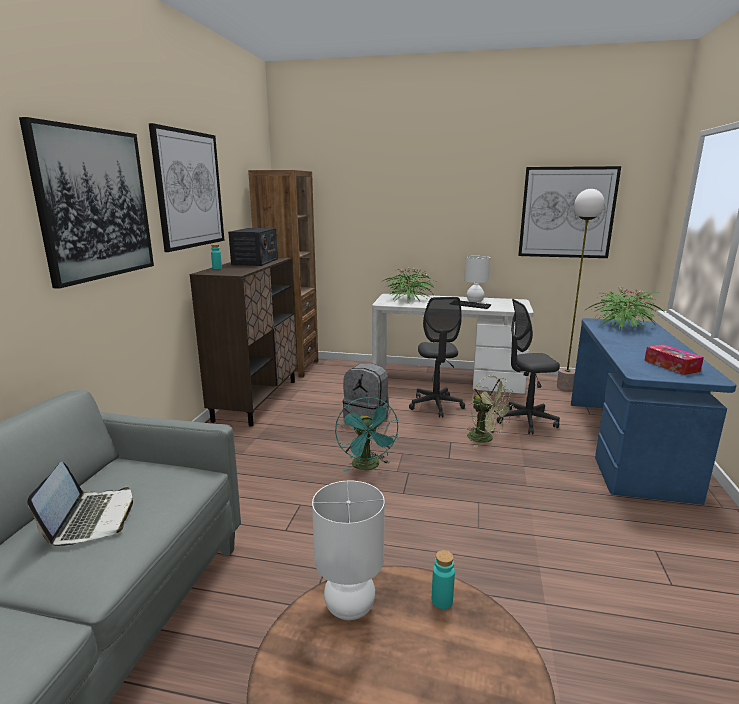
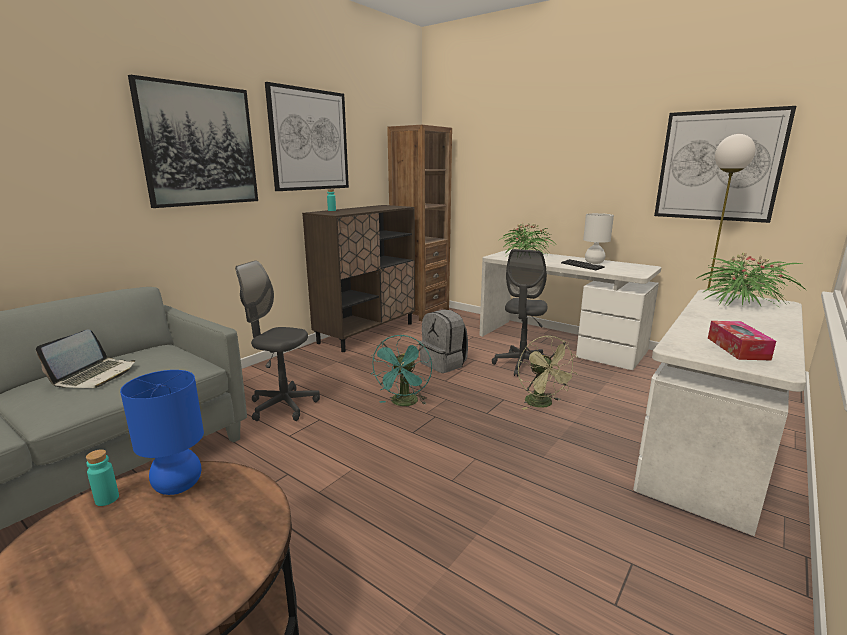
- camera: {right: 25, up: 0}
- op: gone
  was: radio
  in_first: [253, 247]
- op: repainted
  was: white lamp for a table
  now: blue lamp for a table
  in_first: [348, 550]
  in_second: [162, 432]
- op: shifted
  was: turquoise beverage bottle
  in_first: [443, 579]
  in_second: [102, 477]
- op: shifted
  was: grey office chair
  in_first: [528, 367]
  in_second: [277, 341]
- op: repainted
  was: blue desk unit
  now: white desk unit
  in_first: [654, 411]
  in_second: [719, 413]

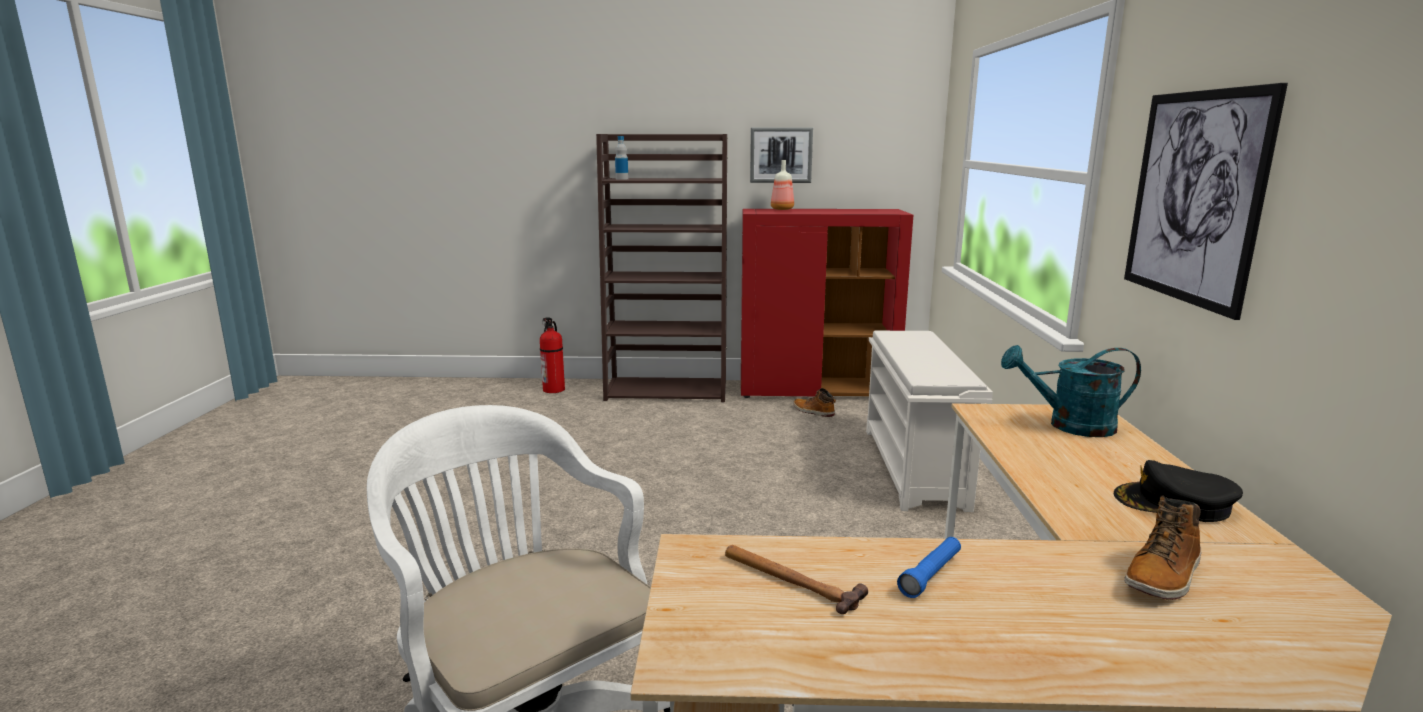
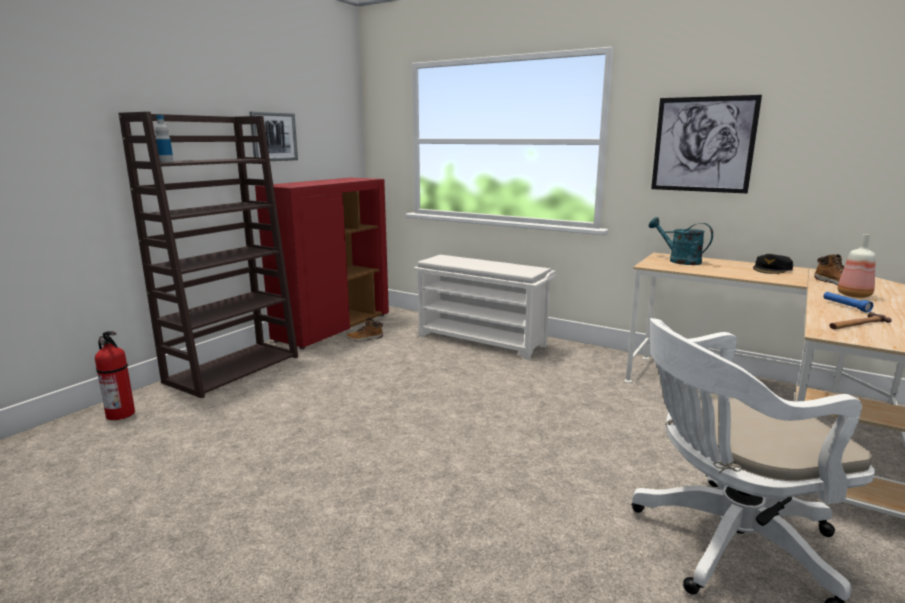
- camera: {right: -60, up: 0}
- op: shifted
  was: beverage bottle
  in_first: [782, 185]
  in_second: [856, 266]
- op: rotated
  was: turquoise watering can
  in_first: [1071, 391]
  in_second: [681, 241]
  clockwise: 105

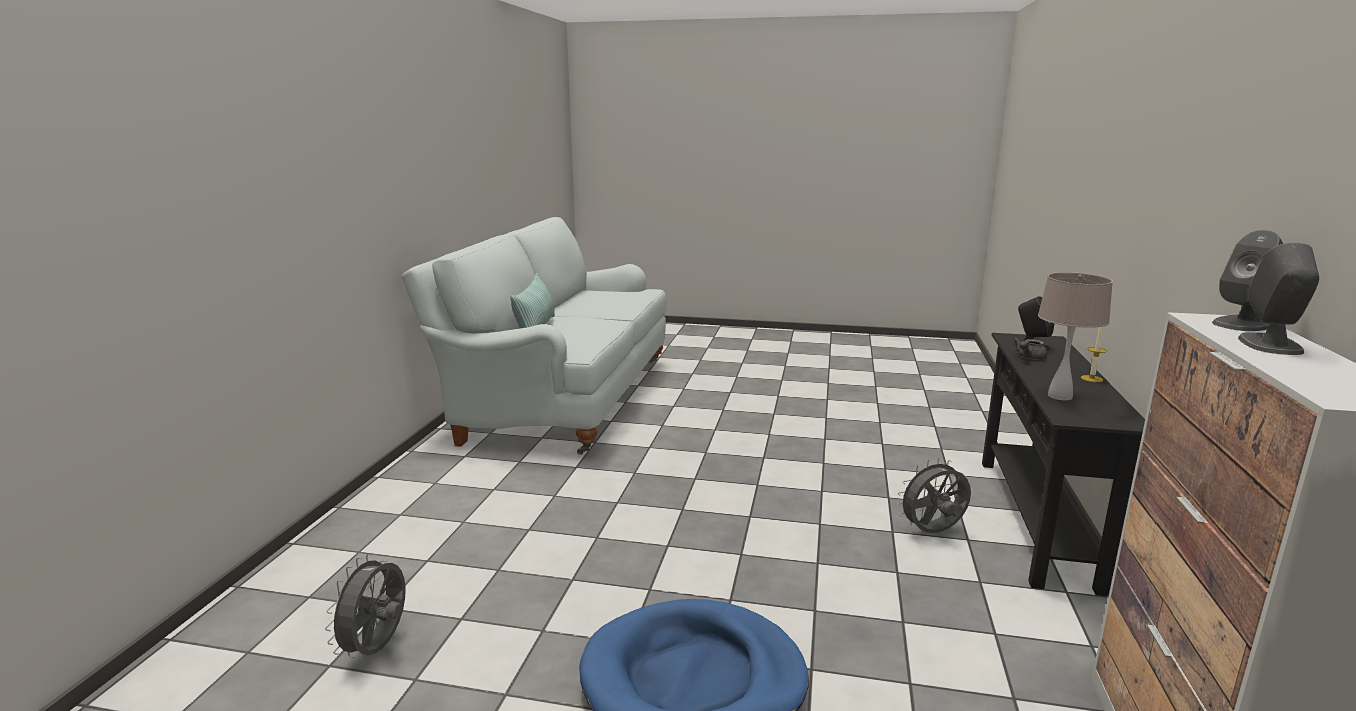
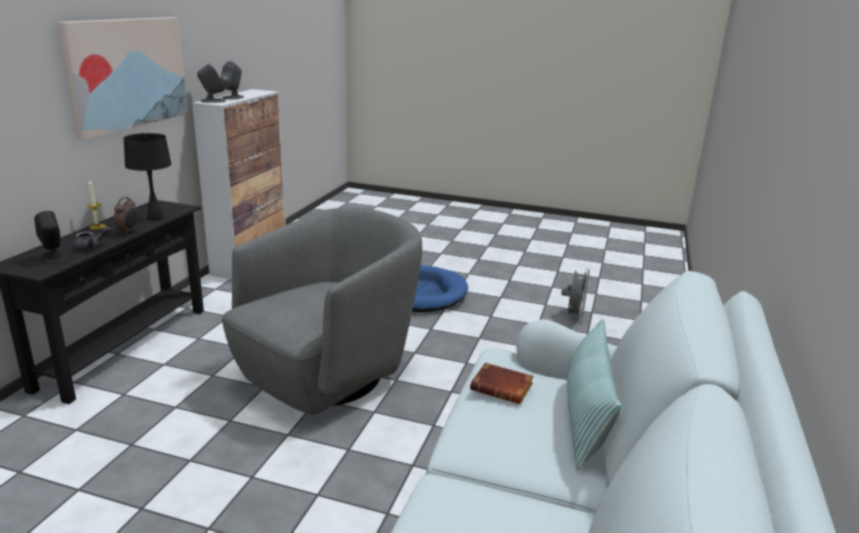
- camera: {right: -175, up: 5}
- op: gone
  was: grey cooling fan
  in_first: [934, 495]
- op: repainted
  was: beige-coloured lamp for a table
  now: black-coloured lamp for a table
  in_first: [1075, 336]
  in_second: [147, 177]
- op: new
  now: wall art
  in_second: [122, 78]
- op: new
  now: alarm clock
  in_second: [126, 216]
- op: new
  now: grey easy chair
  in_second: [321, 311]
- op: new
  now: brown volume
  in_second: [502, 383]

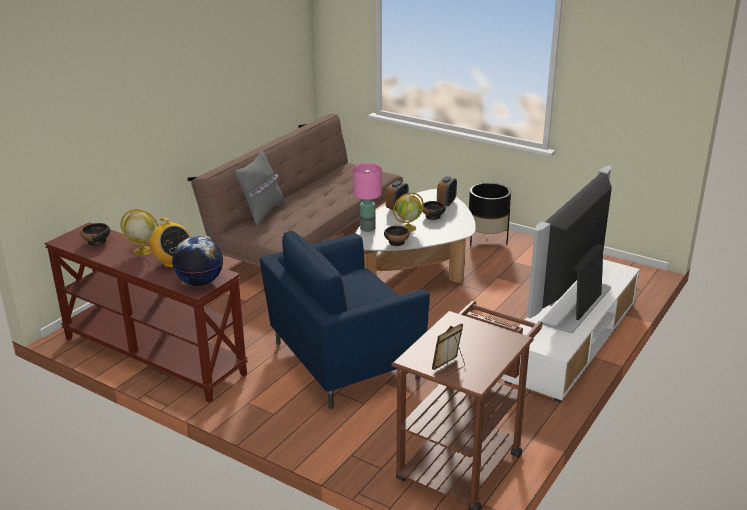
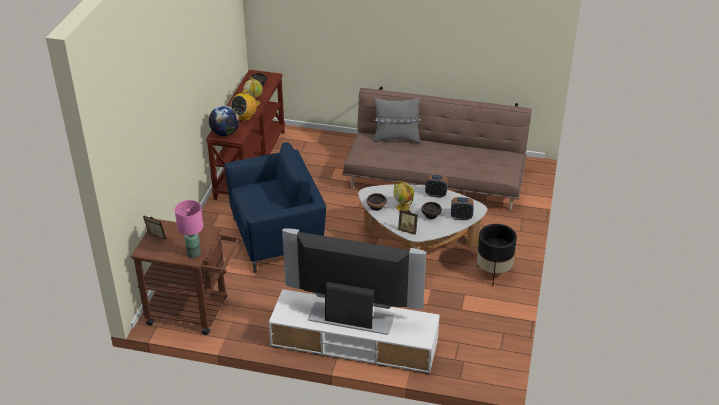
- camera: {right: 70, up: 10}
- op: rotated
  was: blue easy chair
  in_first: [345, 320]
  in_second: [275, 207]
  clockwise: 120
- op: shifted
  was: pink-coloured lamp for a table
  in_first: [367, 197]
  in_second: [189, 229]
- op: new
  now: standing frame
  in_second: [408, 222]

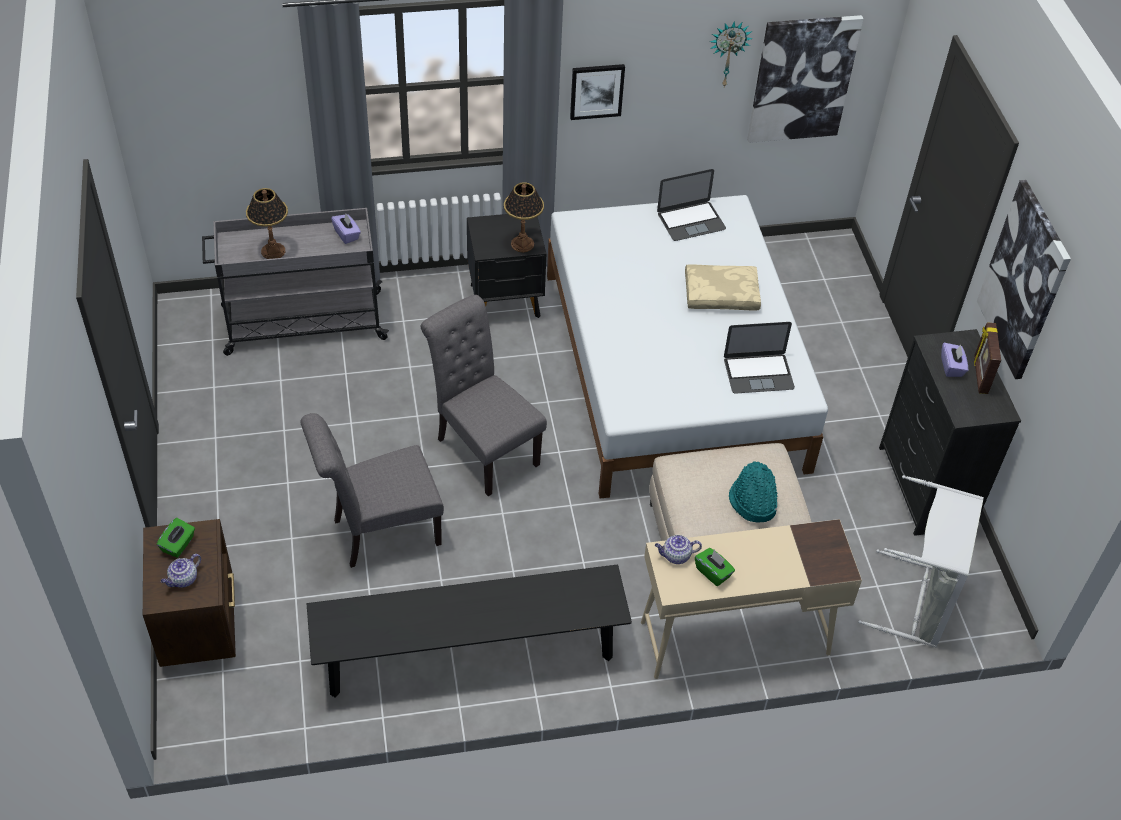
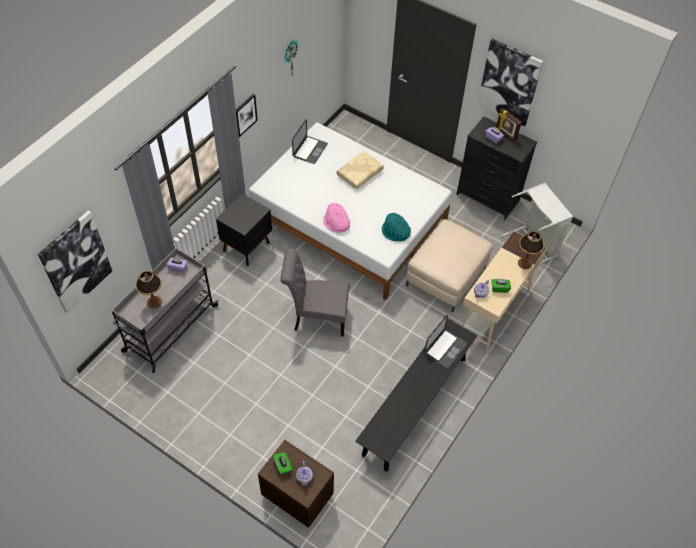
- camera: {right: -45, up: 5}
- op: gone
  was: grey upright chair
  in_first: [372, 490]
- op: shifted
  was: lamp for a table
  in_first: [524, 217]
  in_second: [531, 250]
- op: shifted
  was: laptop
  in_first: [759, 358]
  in_second: [445, 341]
- op: shifted
  was: turquoise wearable hat
  in_first: [753, 492]
  in_second: [396, 227]
- op: shifted
  was: wall art
  in_first: [805, 79]
  in_second: [75, 261]
- op: new
  now: pink-coloured wearable hat
  in_second: [336, 218]

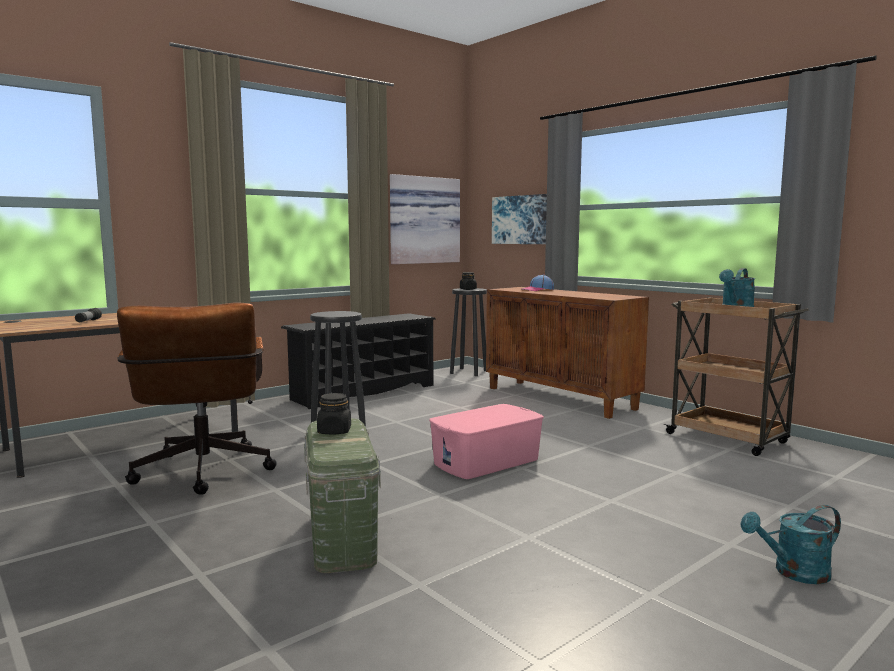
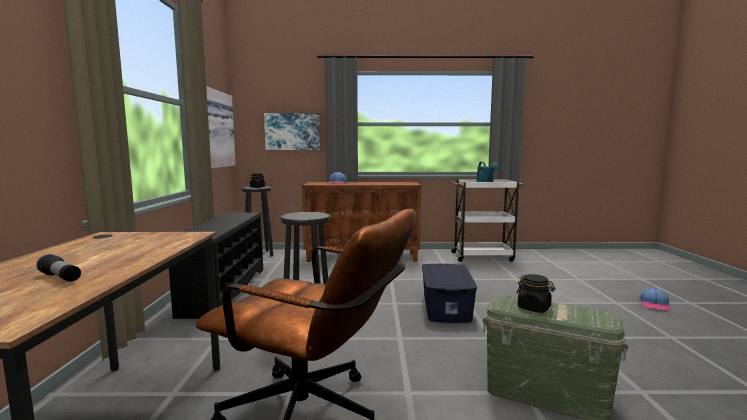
- camera: {right: -50, up: 0}
- op: repainted
  was: pink-coloured storage box
  now: blue storage box
  in_first: [486, 441]
  in_second: [449, 293]
- op: repainted
  was: brown trolley
  now: white trolley
  in_first: [736, 376]
  in_second: [487, 220]
- op: swapped
  was: turquoise watering can
  now: baseball cap
  in_first: [790, 544]
  in_second: [654, 299]

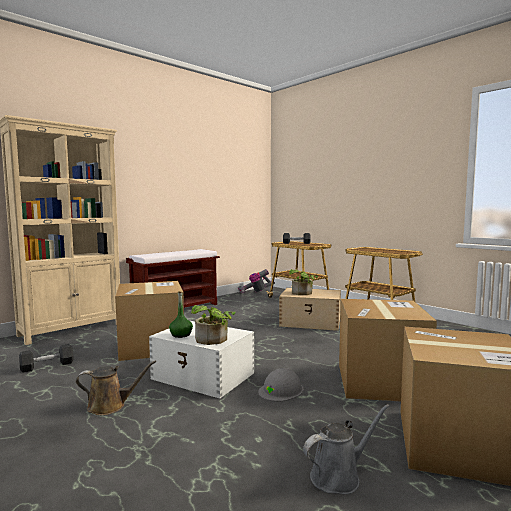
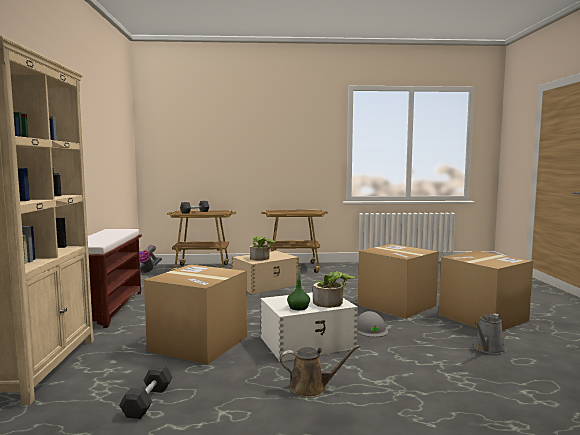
- camera: {right: -50, up: 0}
- op: rotated
  was: brown watering can
  in_first: [116, 387]
  in_second: [320, 371]
  clockwise: 60
- op: rotated
  was: grey watering can
  in_first: [346, 449]
  in_second: [490, 333]
  clockwise: -150

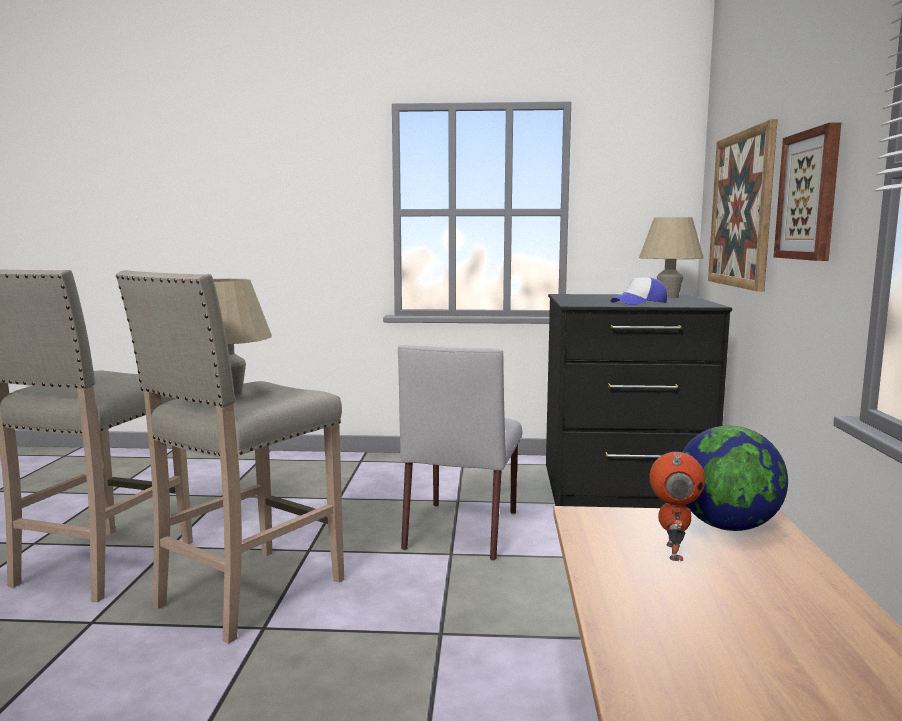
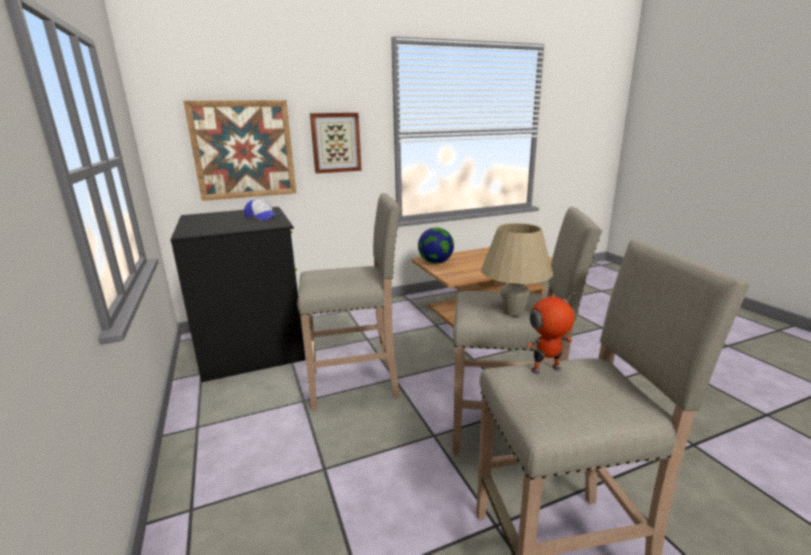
- camera: {right: -115, up: 10}
- op: swapped
  was: grey upright chair
  now: beige-coloured sitting stool
  in_first: [460, 453]
  in_second: [349, 302]
- op: gone
  was: beige-coloured lamp for a table
  in_first: [671, 257]
- op: shifted
  was: model robot
  in_first: [677, 506]
  in_second: [552, 333]

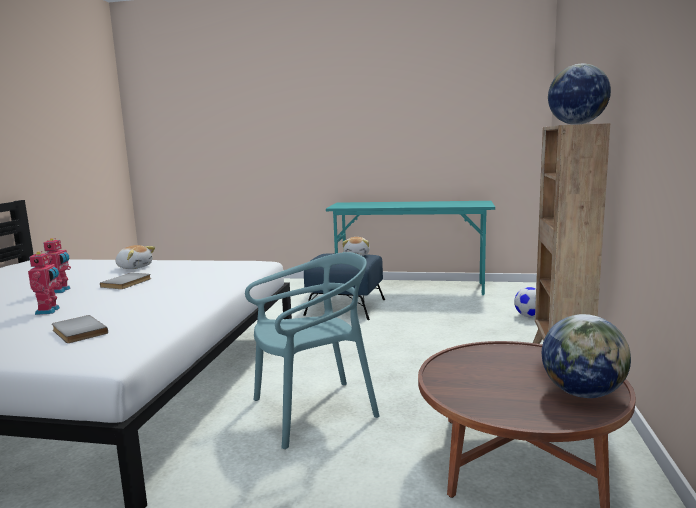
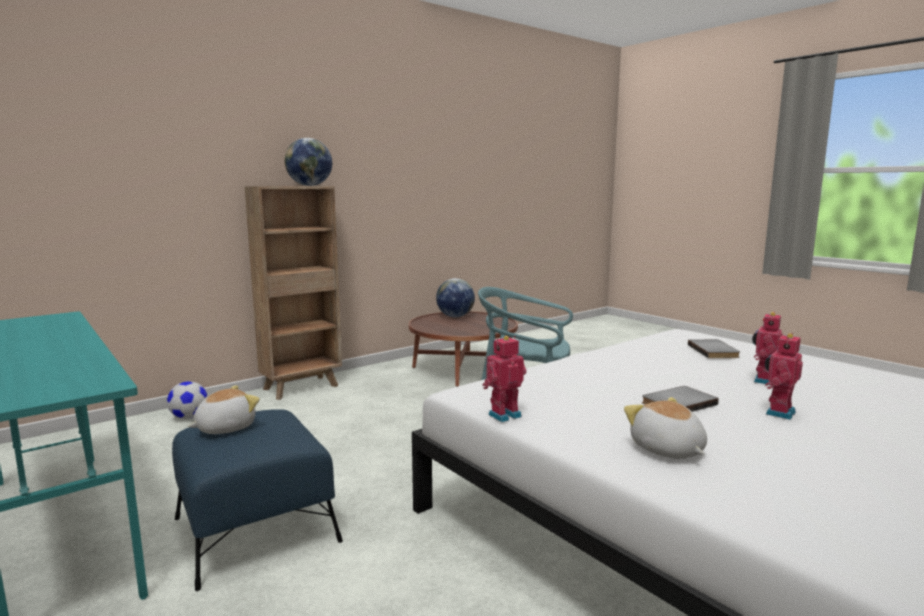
- camera: {right: -140, up: 0}
- op: new
  now: model robot
  in_second: [504, 379]

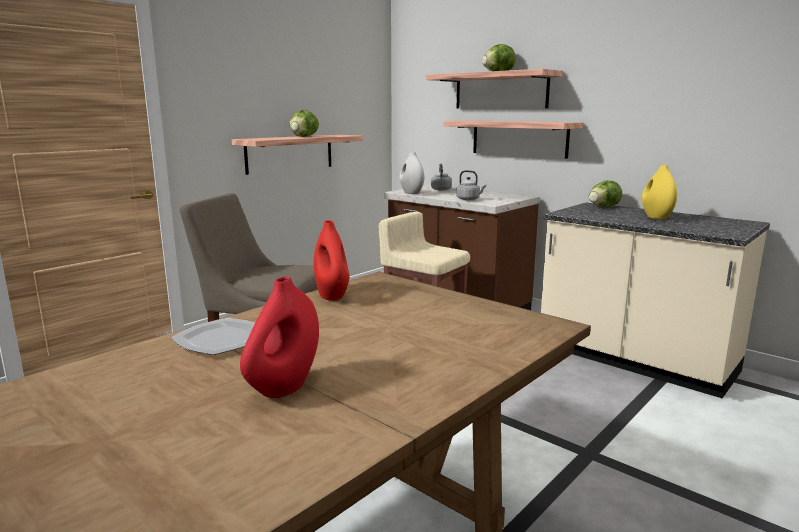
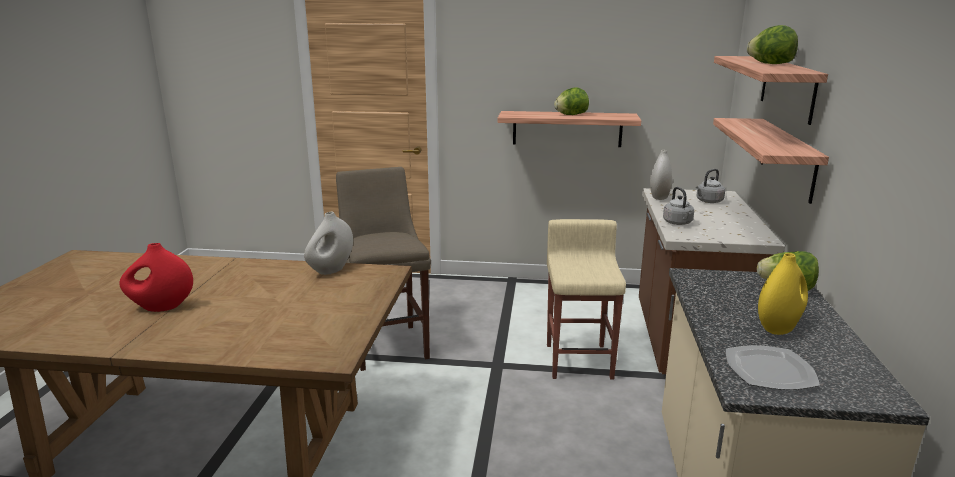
- camera: {right: 55, up: 5}
- op: shifted
  was: flat dish
  in_first: [213, 336]
  in_second: [773, 367]
- op: repainted
  was: red flower vase
  now: white flower vase
  in_first: [332, 260]
  in_second: [328, 243]

